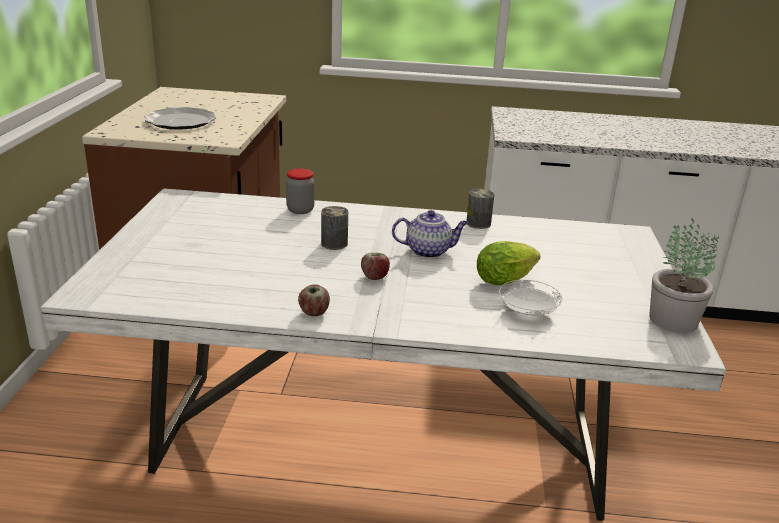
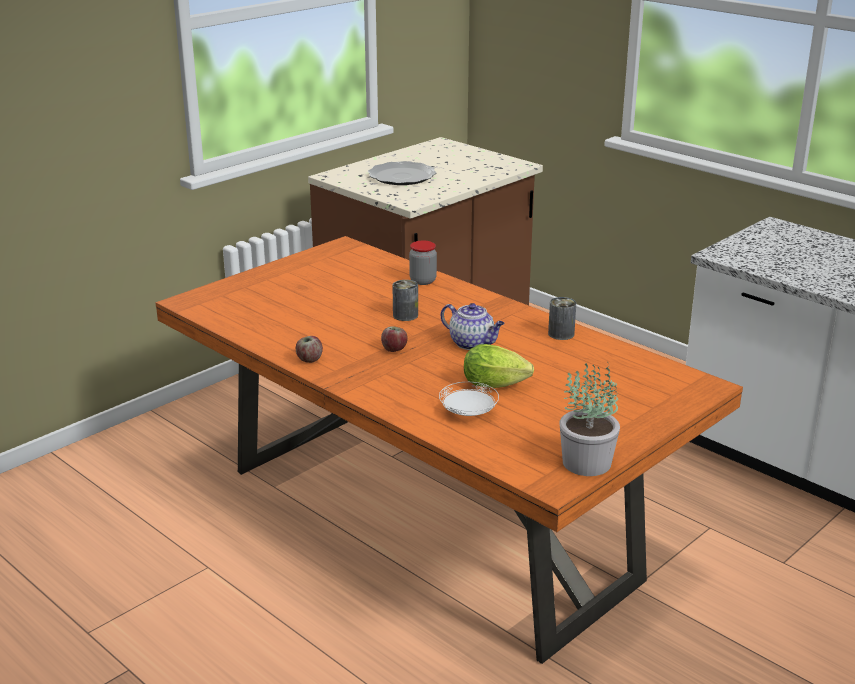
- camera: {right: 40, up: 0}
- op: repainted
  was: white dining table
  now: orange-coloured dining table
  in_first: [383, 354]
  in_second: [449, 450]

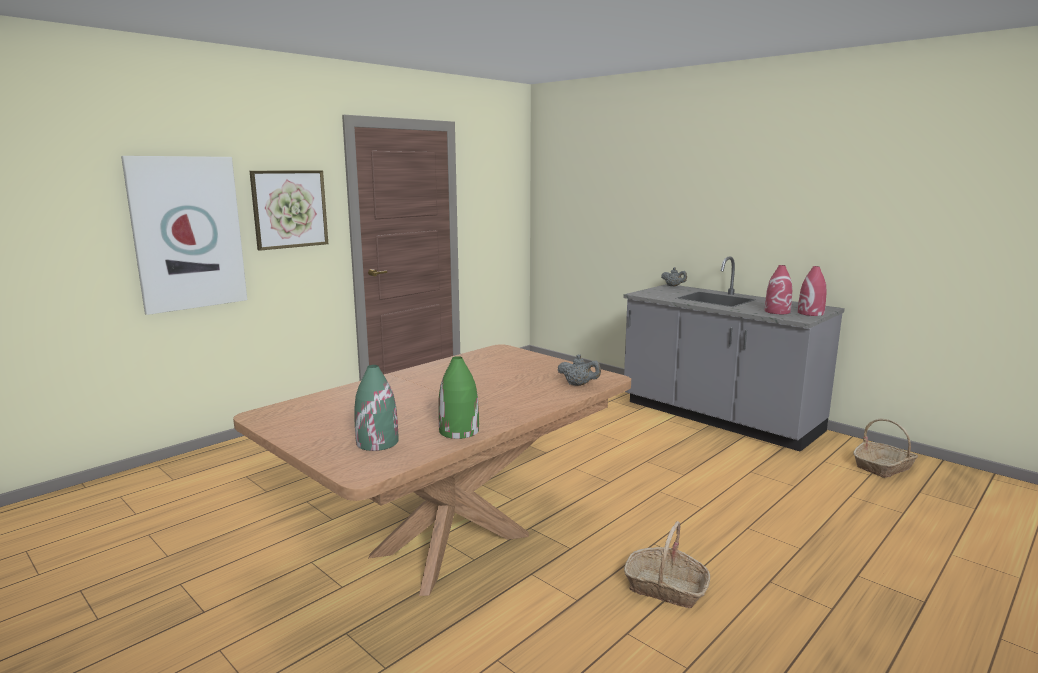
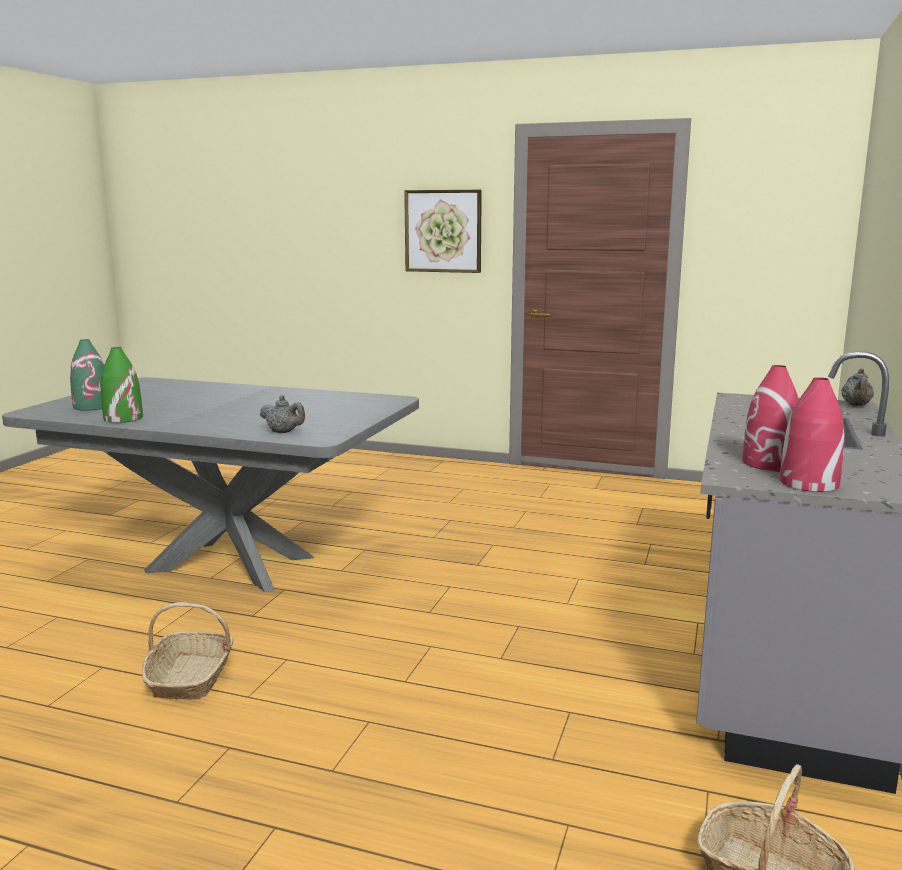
- camera: {right: 65, up: 0}
- op: gone
  was: wall art
  in_first: [184, 235]
- op: repainted
  was: brown dining table
  now: grey dining table
  in_first: [432, 470]
  in_second: [210, 484]
- op: rotated
  was: grey pot for tea
  in_first: [579, 370]
  in_second: [282, 414]
  clockwise: -60

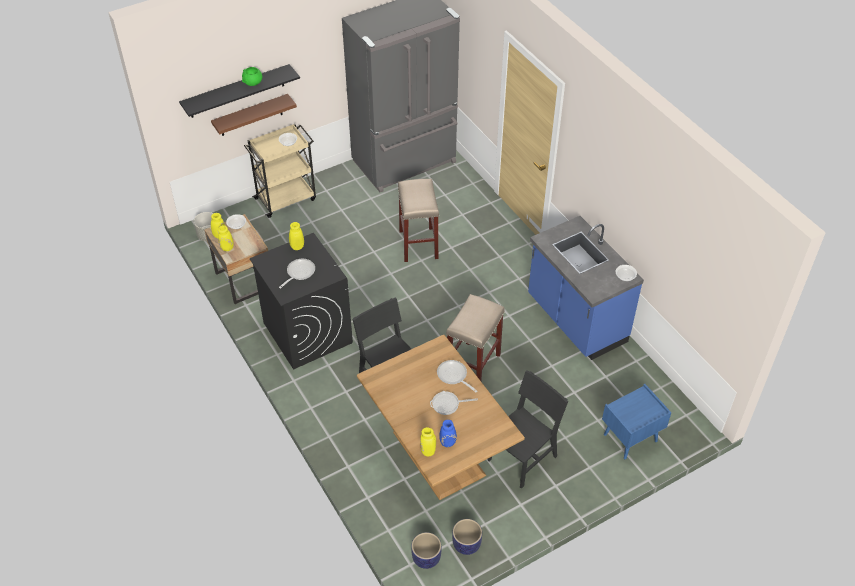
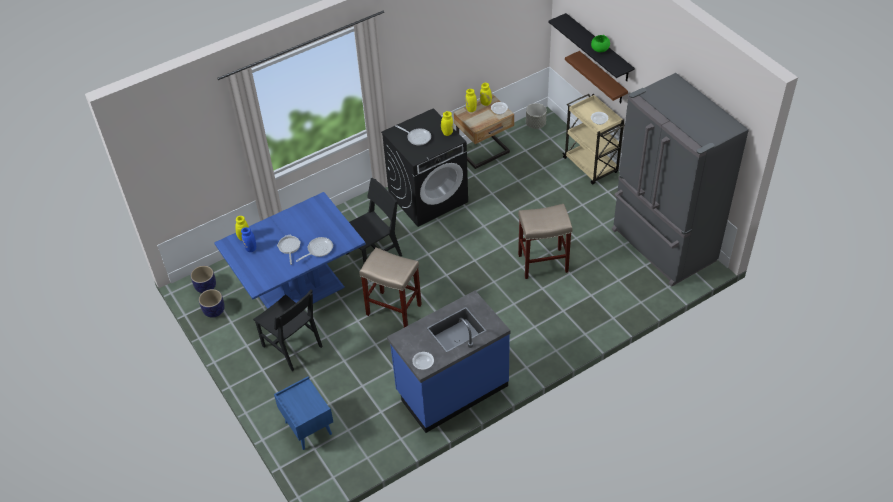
- camera: {right: 90, up: 0}
- op: repainted
  was: brown dining table
  now: blue dining table
  in_first: [441, 417]
  in_second: [290, 250]

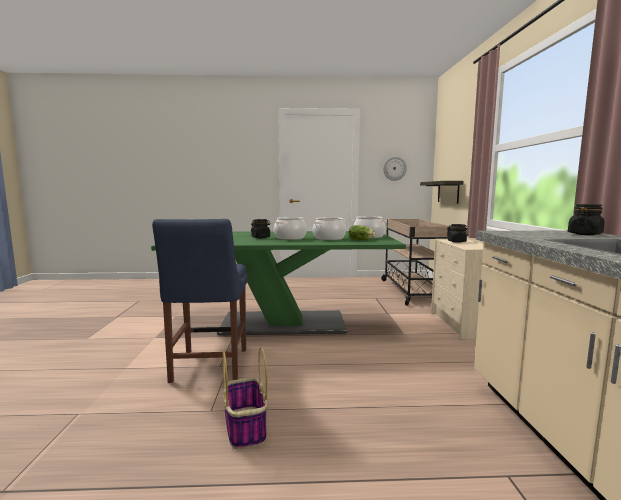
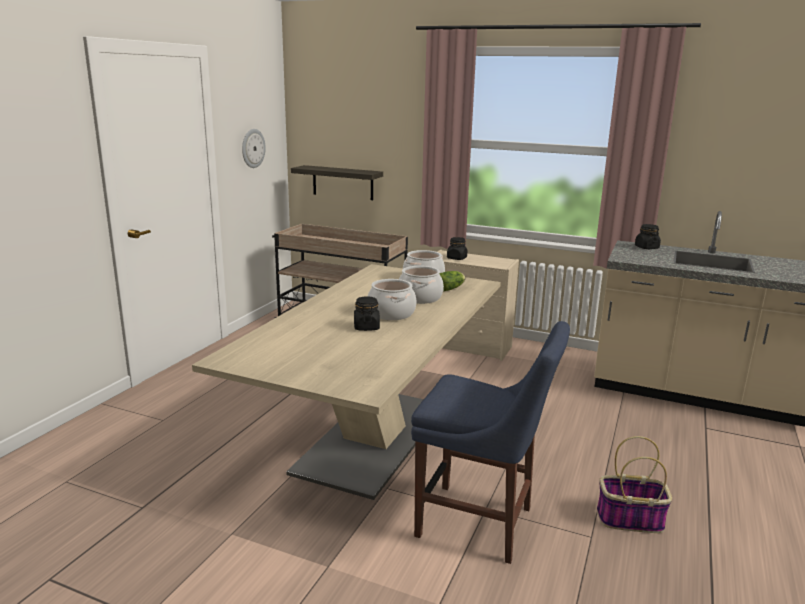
- camera: {right: -65, up: 10}
- op: repainted
  was: green dining table
  now: beige-coloured dining table
  in_first: [278, 283]
  in_second: [346, 382]

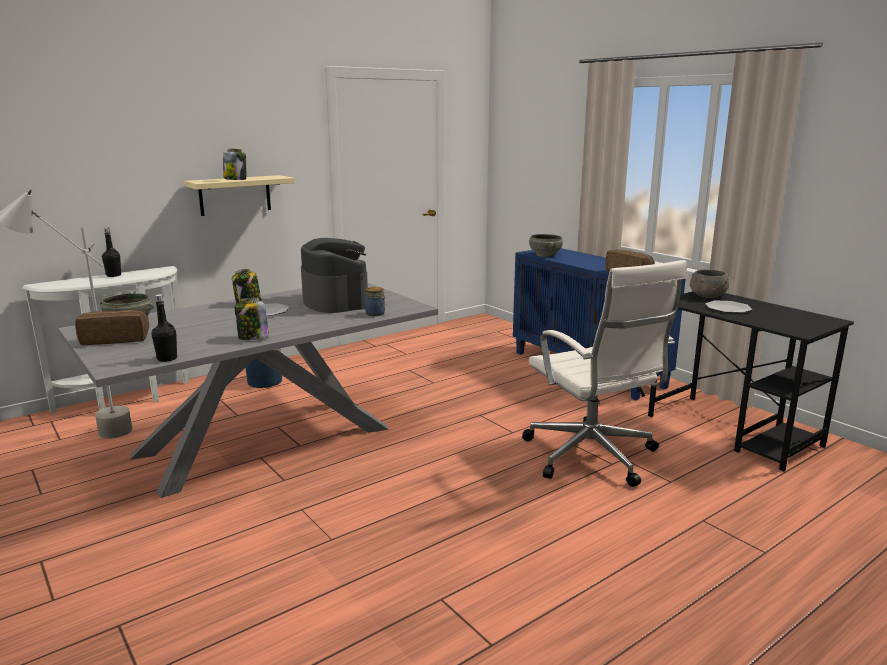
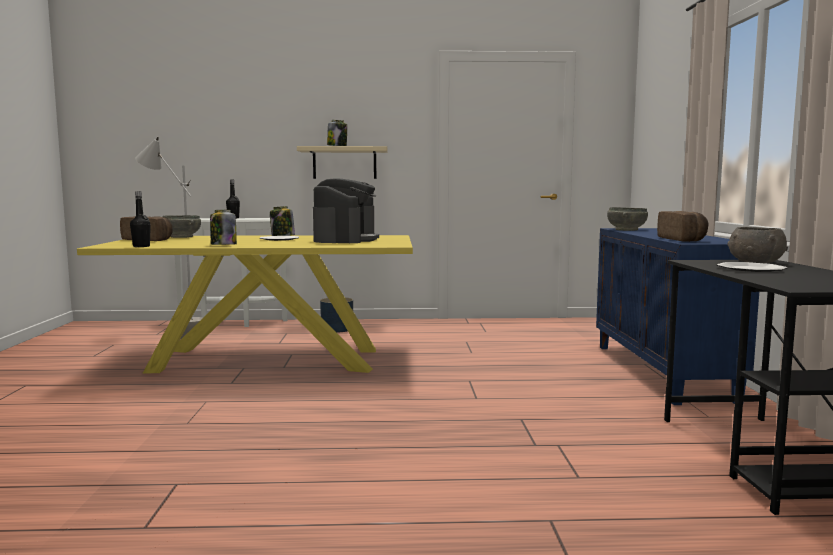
- camera: {right: 35, up: -10}
- op: repainted
  was: grey dining table
  now: yellowish dining table
  in_first: [248, 390]
  in_second: [245, 304]
- op: gone
  was: storage jar
  in_first: [375, 301]
- op: gone
  was: white office chair
  in_first: [604, 373]

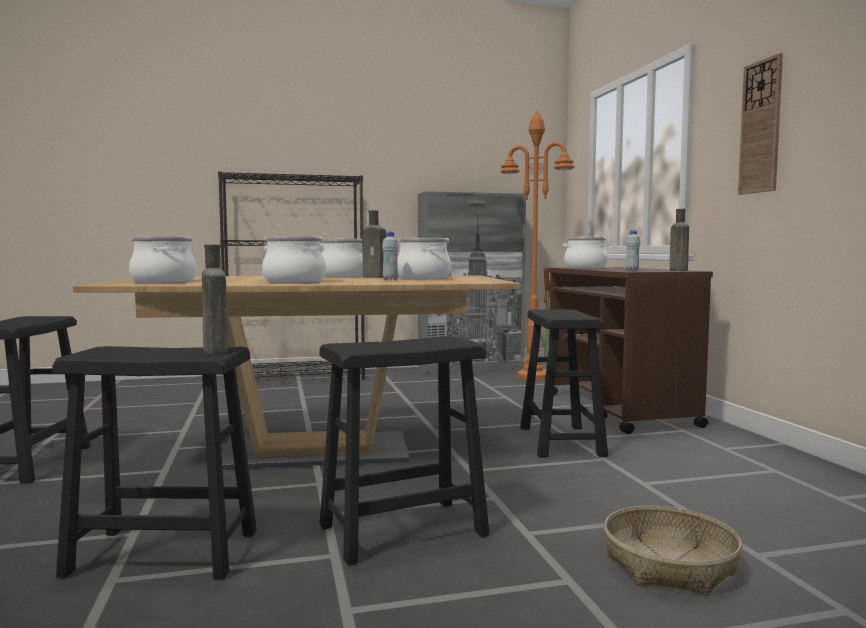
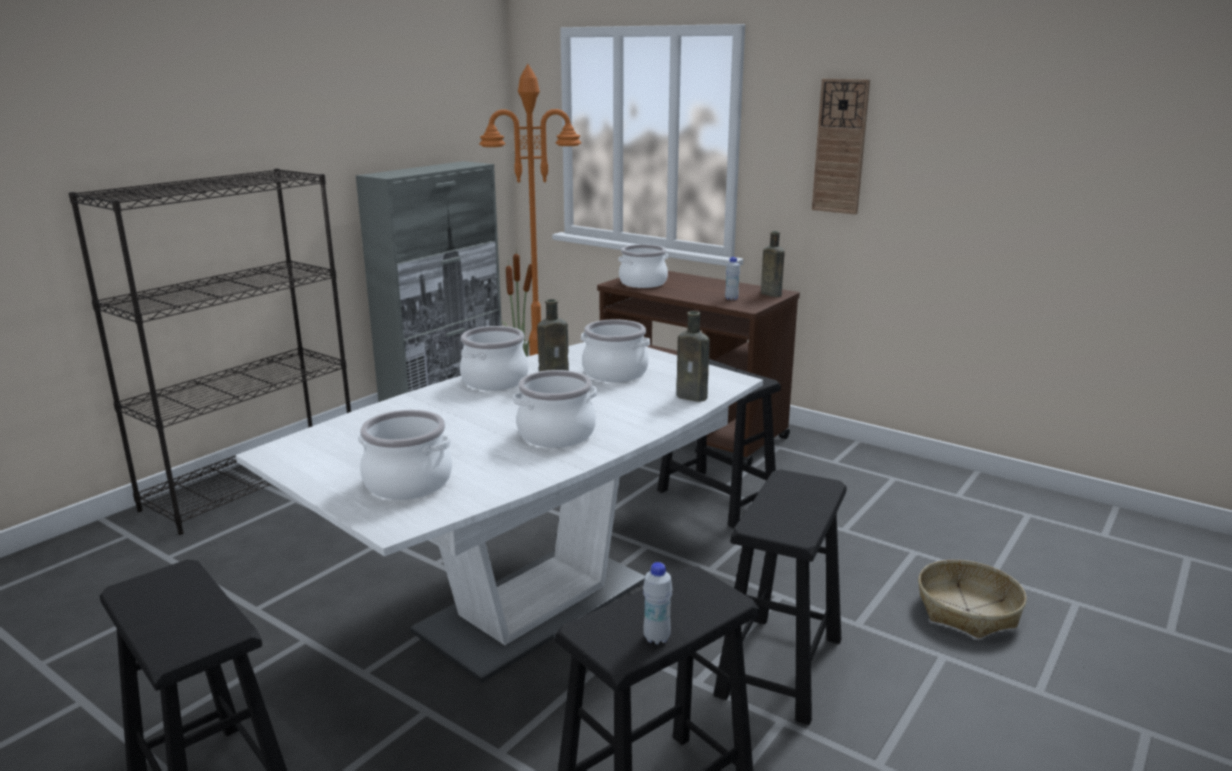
- camera: {right: -40, up: 15}
- op: repainted
  was: brown dining table
  now: white dining table
  in_first: [296, 372]
  in_second: [499, 512]
- op: shifted
  was: brown beverage bottle
  in_first: [214, 299]
  in_second: [693, 356]
- op: shifted
  was: white beverage bottle
  in_first: [390, 255]
  in_second: [658, 603]

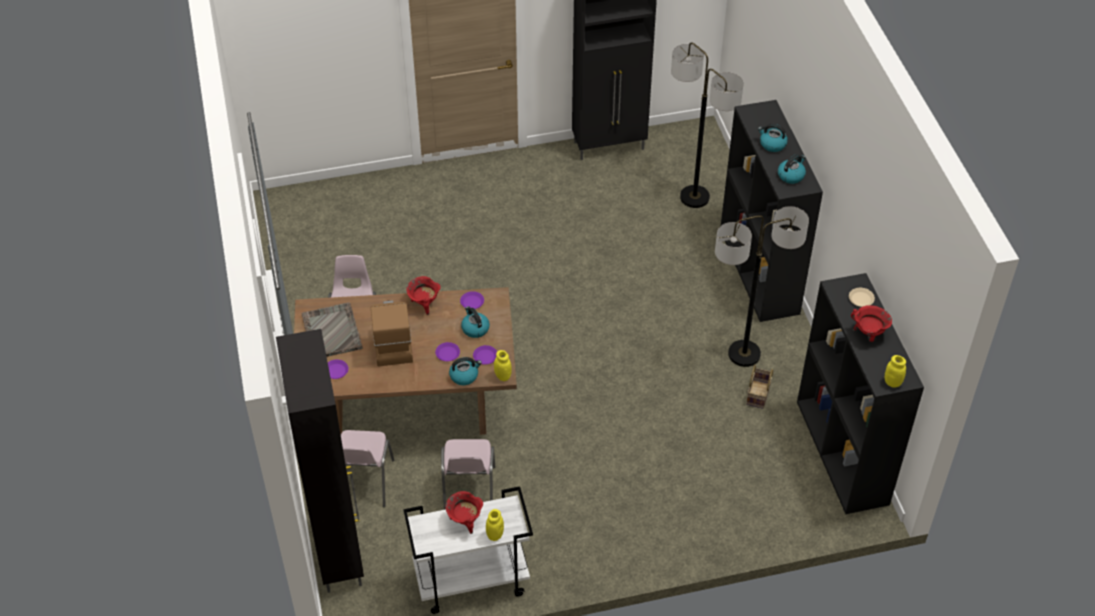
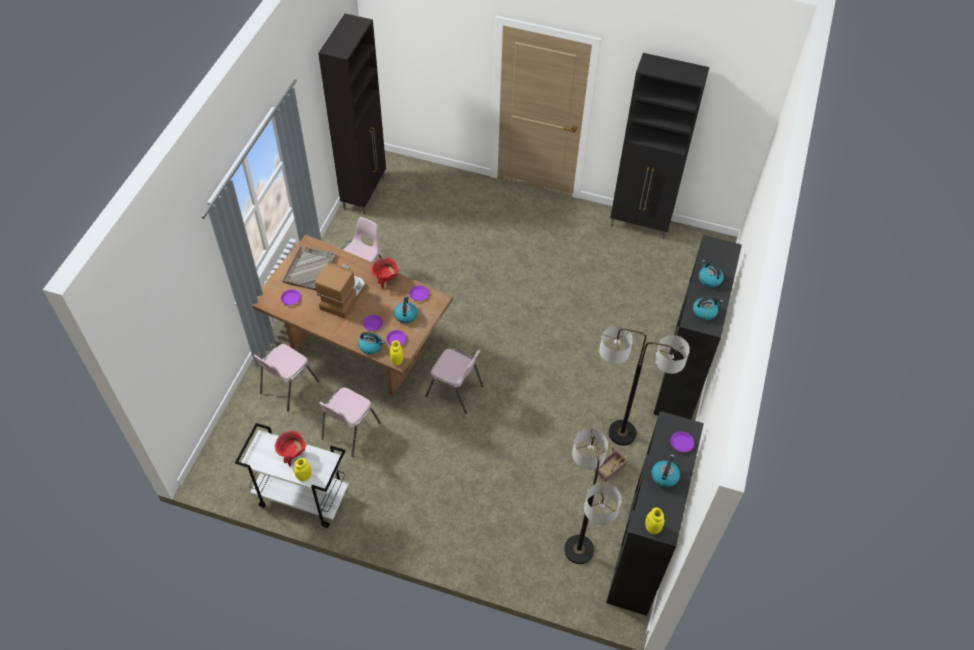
- camera: {right: 30, up: 5}
- op: shifted
  was: black-coloured storage cabinet
  in_first: [320, 461]
  in_second: [352, 114]
- op: shifted
  was: standing lamp
  in_first: [707, 125]
  in_second: [593, 496]
- op: repainted
  was: beige-coloured flat dish
  now: purple-coloured flat dish
  in_first: [862, 297]
  in_second: [682, 441]
- op: swapped
  was: red saucepot
  now: kettle
  in_first: [871, 323]
  in_second: [665, 471]
- op: new
  now: pink-coloured upright chair
  in_second: [454, 381]

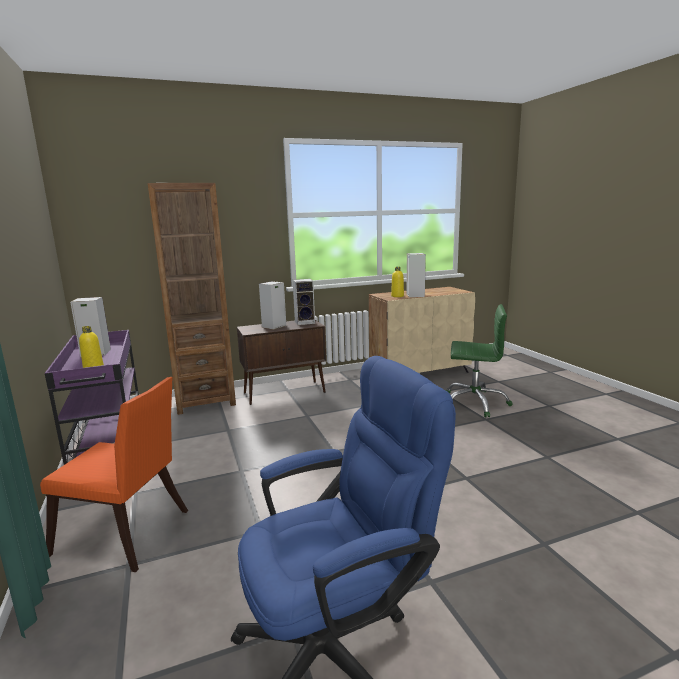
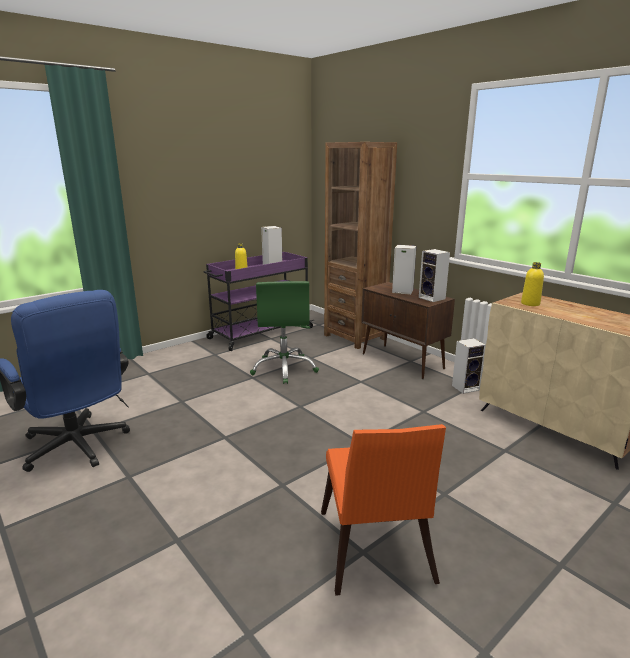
- camera: {right: 70, up: 5}
- op: shifted
  was: orange-coloured upright chair
  in_first: [114, 474]
  in_second: [383, 510]
- op: shifted
  was: audio speaker
  in_first: [416, 275]
  in_second: [469, 366]
- op: shifted
  was: green office chair
  in_first: [479, 360]
  in_second: [284, 332]

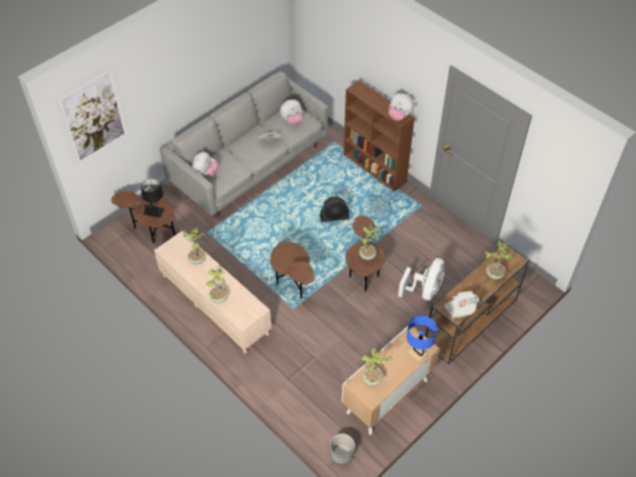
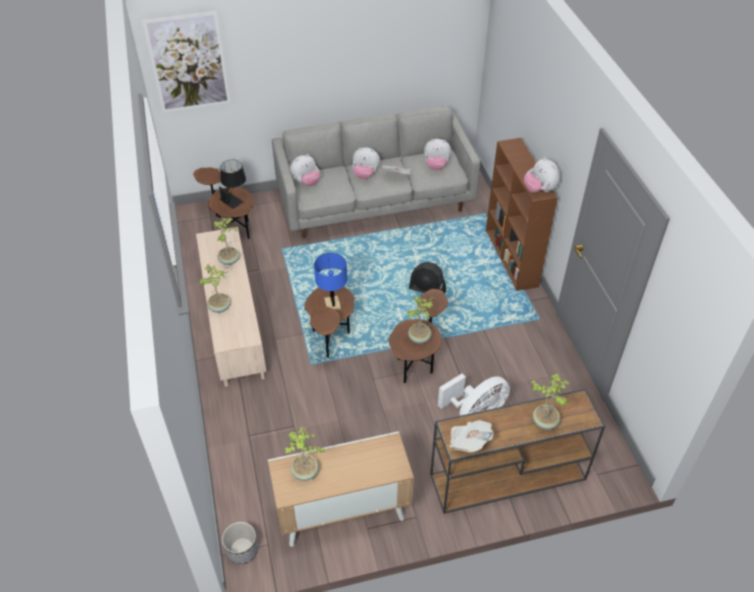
- camera: {right: 30, up: -5}
- op: shifted
  was: blue lamp for a table
  in_first: [422, 339]
  in_second: [330, 281]
- op: new
  now: soft toy
  in_second: [366, 163]

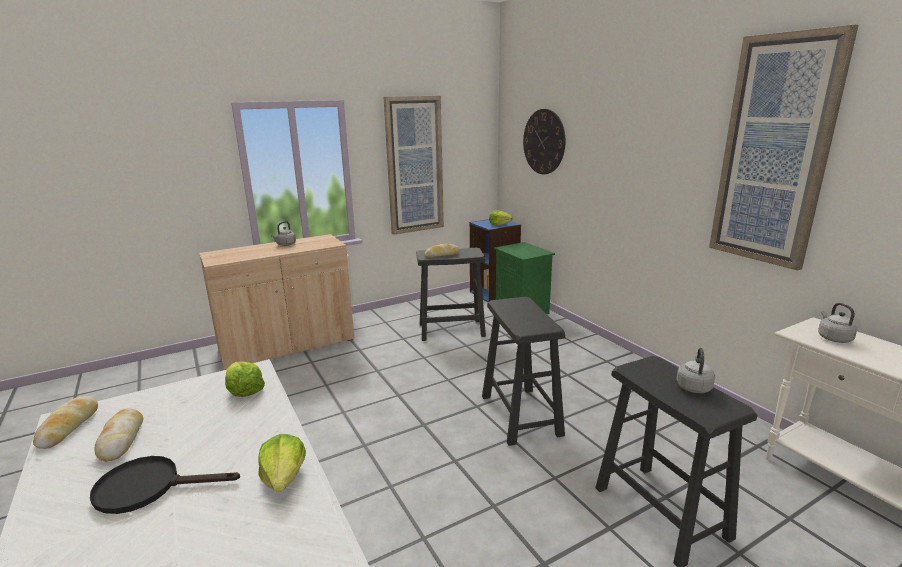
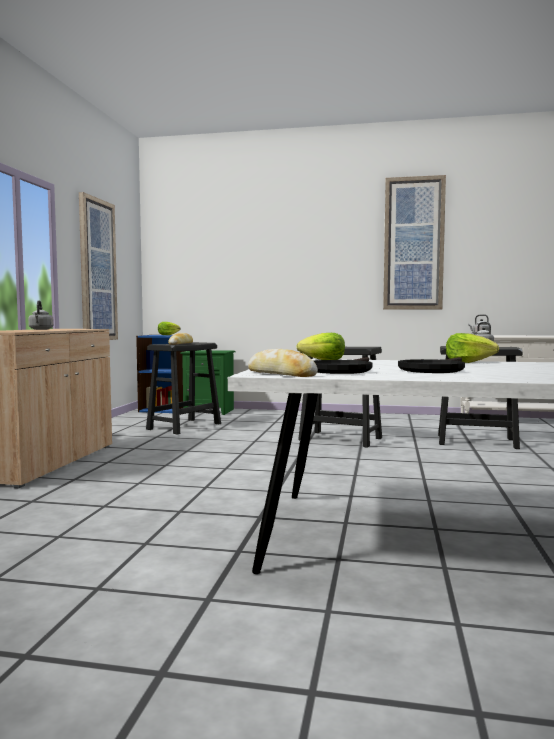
- camera: {right: -50, up: -15}
- op: swapped
  was: baked bread
  now: black-coloured frying pan
  in_first: [118, 435]
  in_second: [343, 365]
- op: gone
  was: clock on the wall
  in_first: [544, 141]

